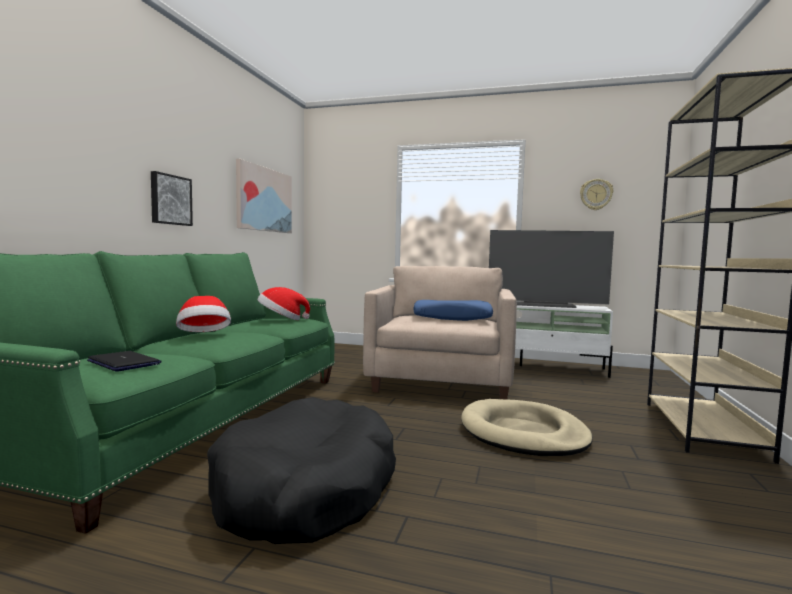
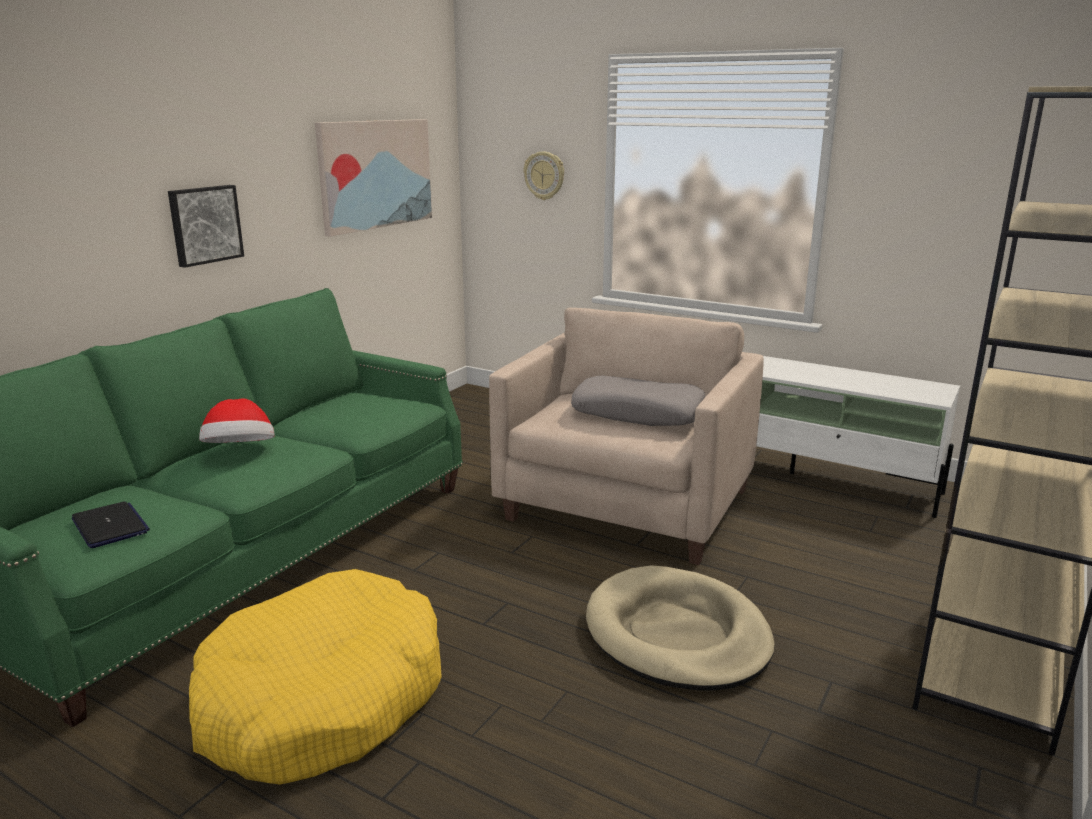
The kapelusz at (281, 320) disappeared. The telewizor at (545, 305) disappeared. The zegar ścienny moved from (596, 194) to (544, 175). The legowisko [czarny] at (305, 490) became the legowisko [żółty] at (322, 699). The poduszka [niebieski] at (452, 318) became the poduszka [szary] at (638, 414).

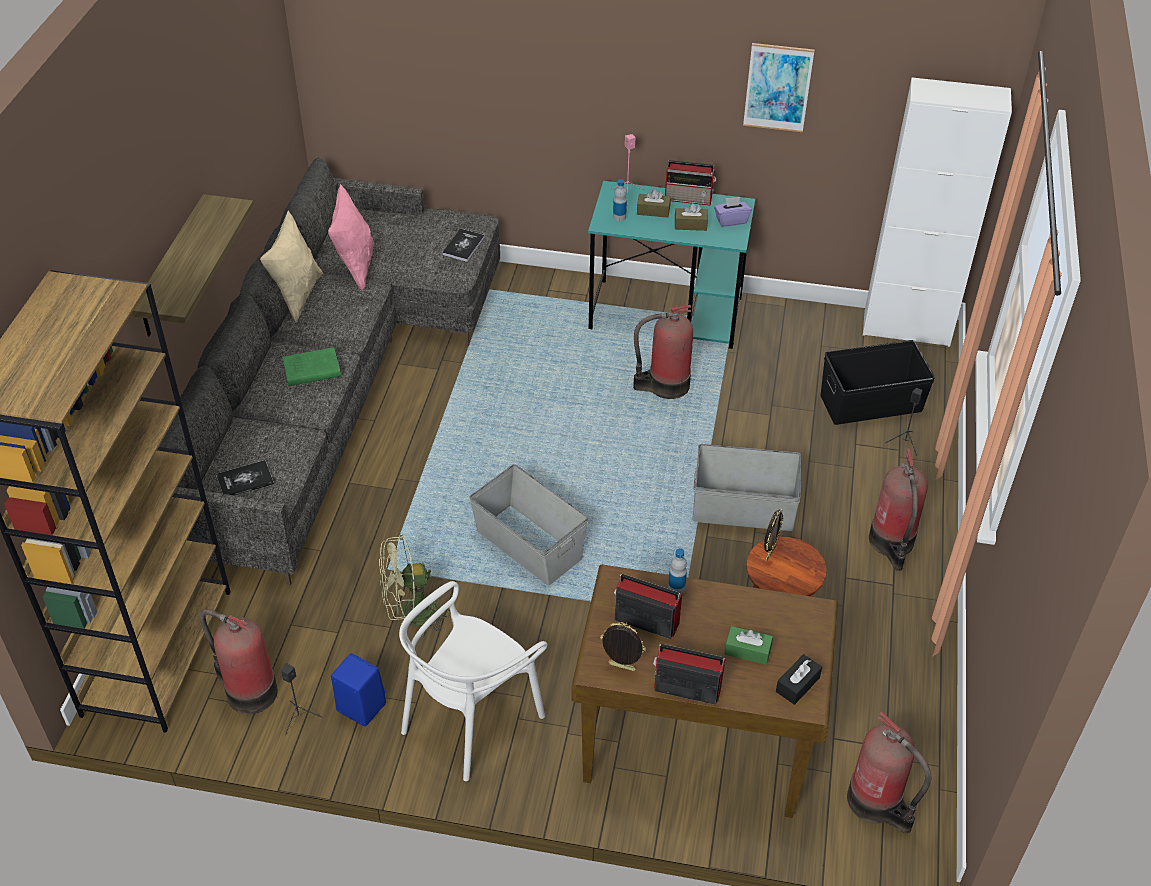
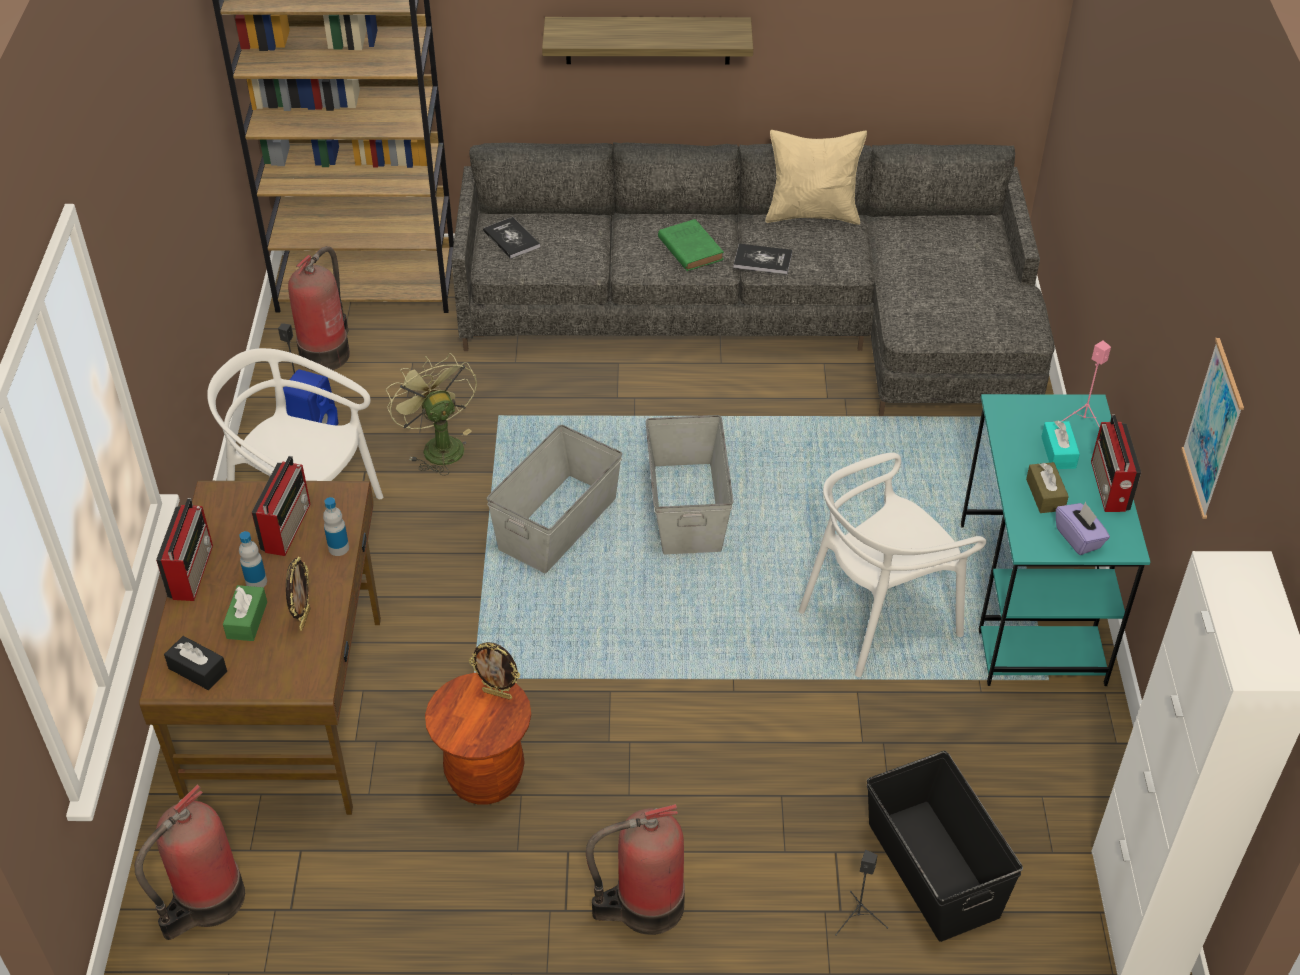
The poduszka [różowy] at (355, 266) disappeared. The książka moved from (463, 246) to (762, 260). The ramka na zdjęcie moved from (621, 668) to (304, 619). The butelka moved from (619, 217) to (256, 582). The pojemnik do przechowywania [szary] moved from (742, 508) to (688, 508). The gaśnica at (665, 386) was replaced by the krzesło [biały] at (878, 618). The pudełko chusteczek [brązowy] at (653, 211) became the pudełko chusteczek [turkusowy] at (1058, 452).

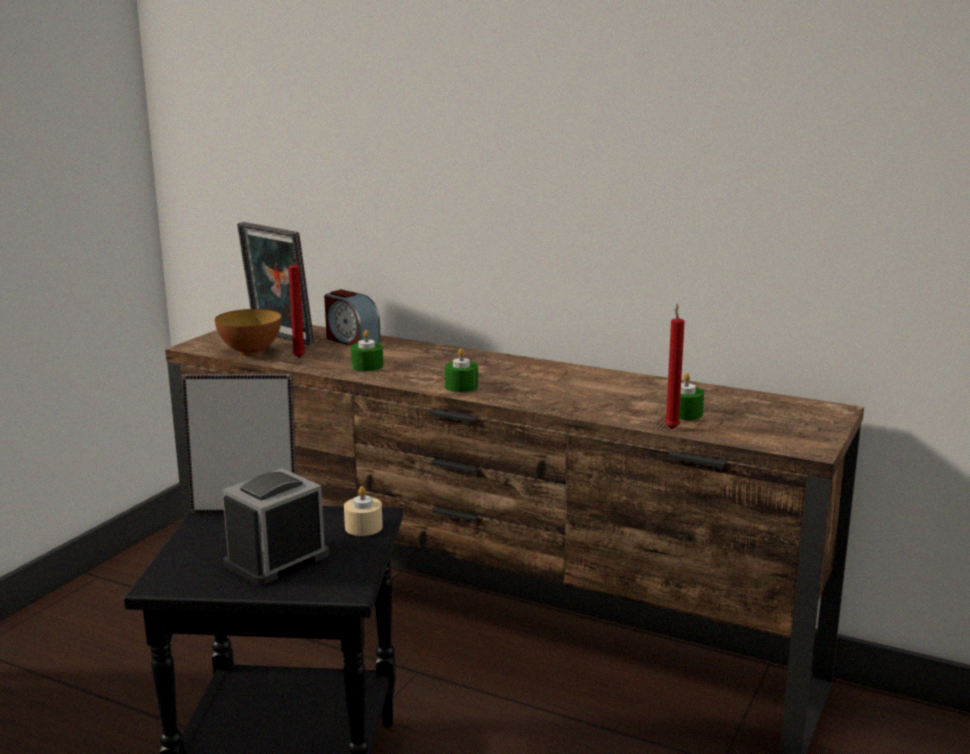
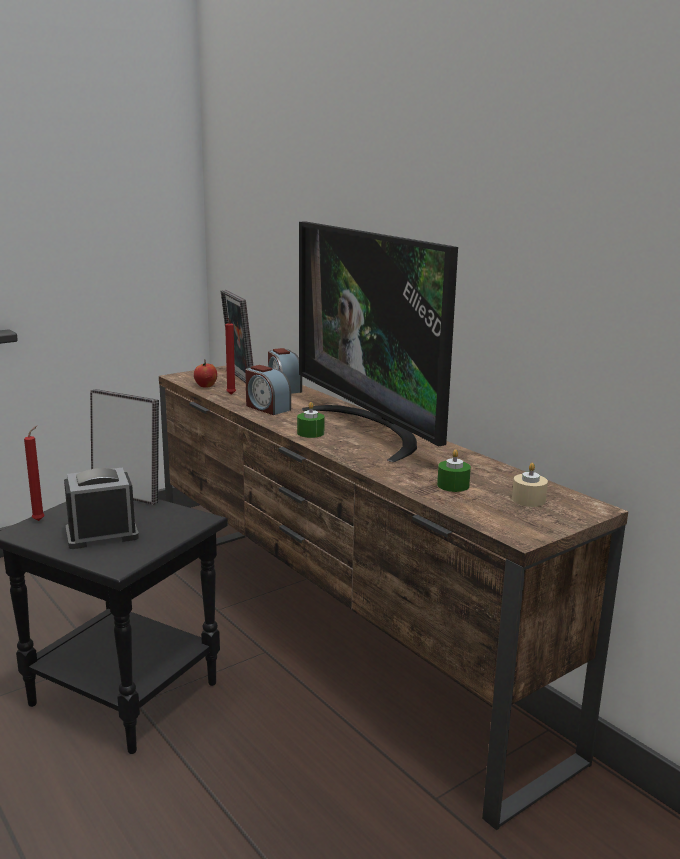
The telewizor at (372, 429) appeared. The świeca [beżowy] moved from (363, 527) to (528, 500). The świeca [czerwony] moved from (672, 428) to (40, 520). The miska at (250, 352) was replaced by the jabłko at (205, 386). The świeca [zielony] at (367, 366) was replaced by the budzik at (267, 408).

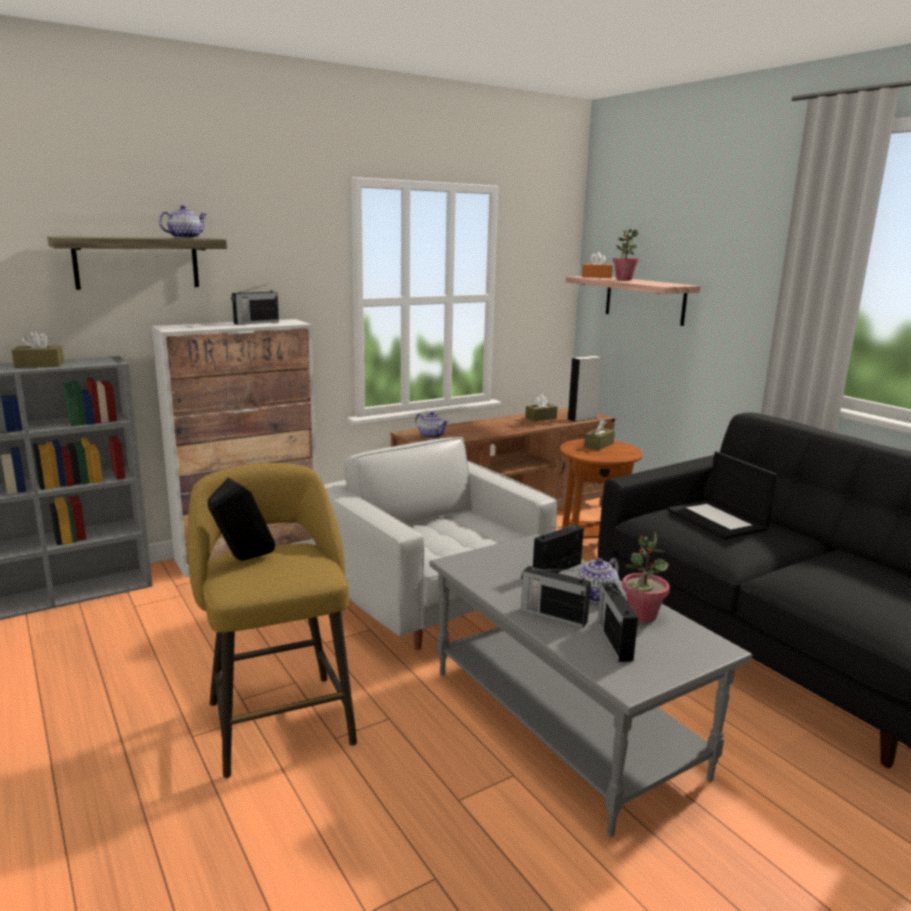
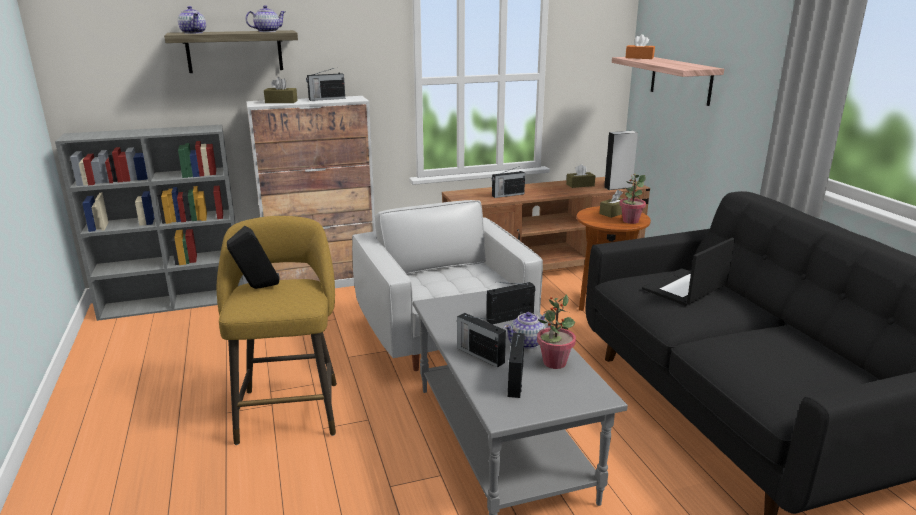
The radio at (507, 195) appeared. The pudełko chusteczek [brązowy] moved from (39, 365) to (281, 102). The imbryk moved from (431, 436) to (193, 33). The roślina doniczkowa moved from (623, 279) to (630, 221). The laptop at (718, 520) turned 60 degrees clockwise.

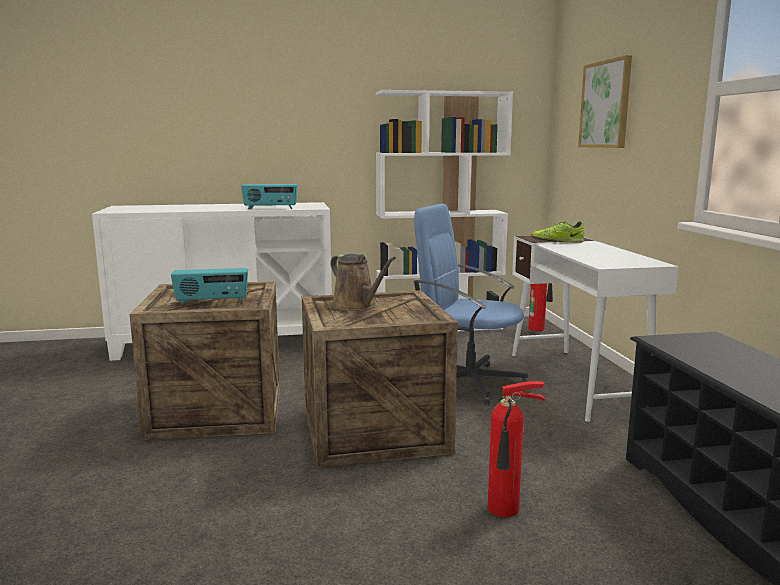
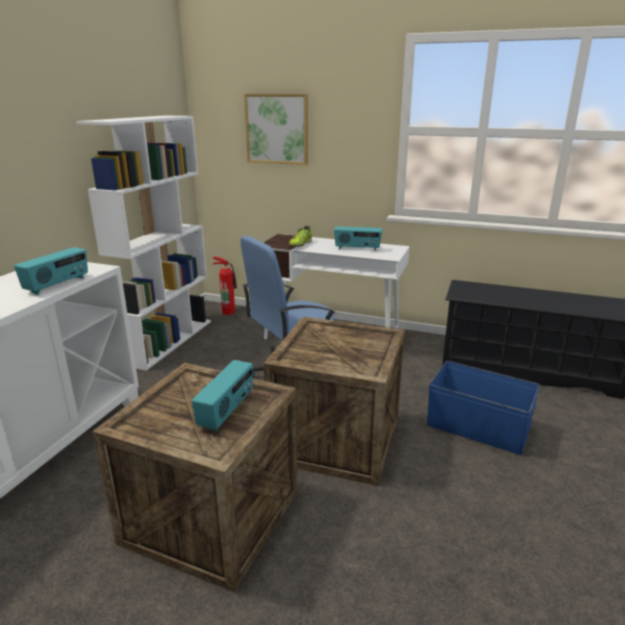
The konewka [brązowy] at (357, 305) disappeared. The radio at (357, 248) appeared. The gaśnica at (506, 510) was replaced by the pojemnik do przechowywania [niebieski] at (477, 428).

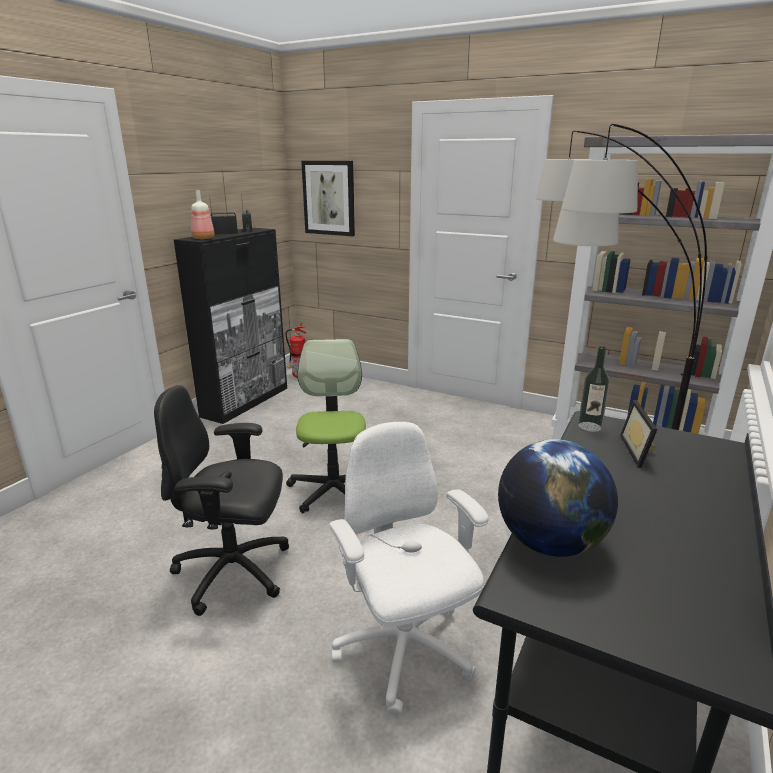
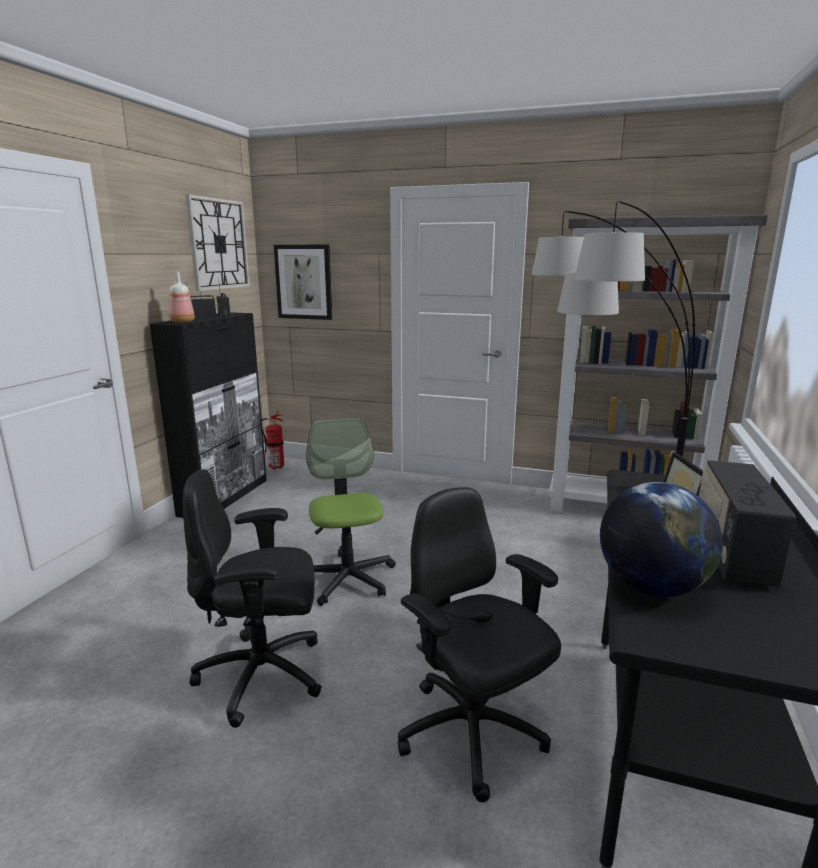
The butelka at (589, 427) disappeared. The zegar ścienny at (218, 244) appeared. The radio at (730, 553) appeared. The krzesło biurowe [biały] at (404, 652) became the krzesło biurowe [czarny] at (472, 735).

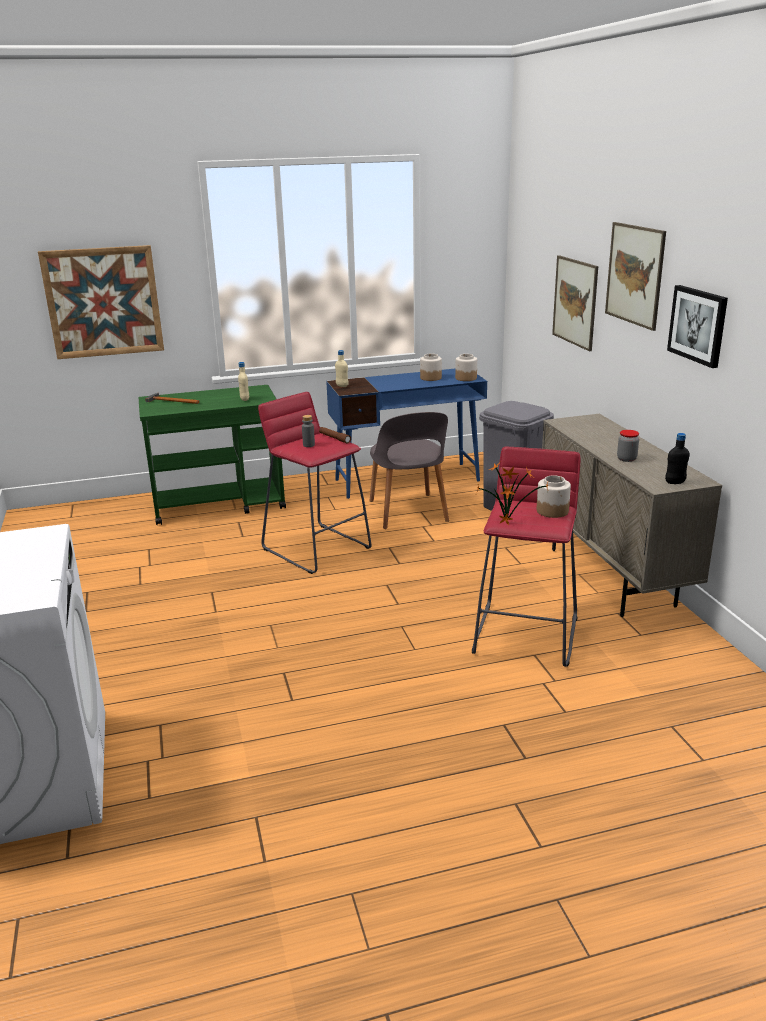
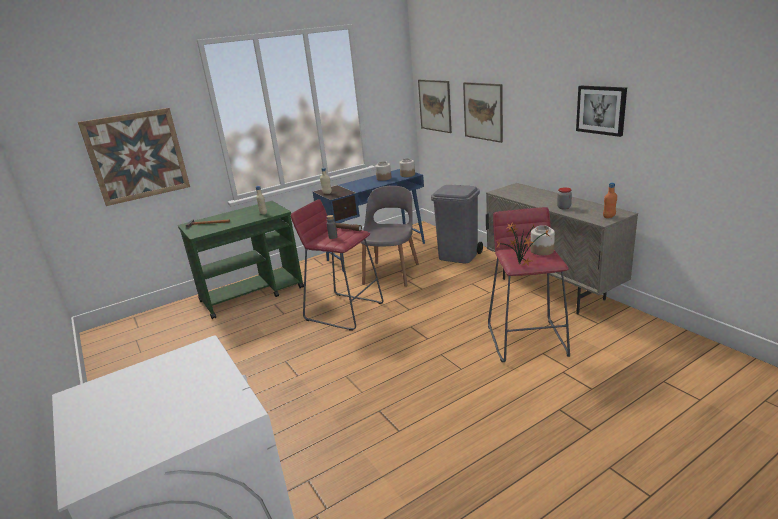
The obraz moved from (634, 274) to (435, 105). The butelka [czarny] at (675, 482) became the butelka [pomarańczowy] at (609, 217). The krzesło [szary] at (408, 512) turned 135 degrees counterclockwise.

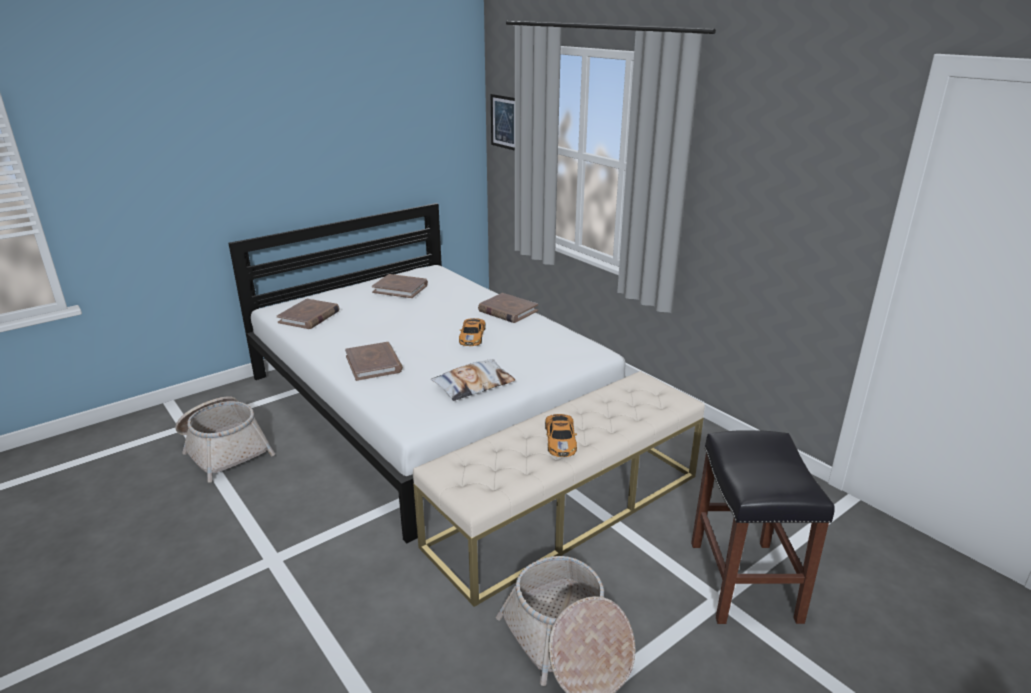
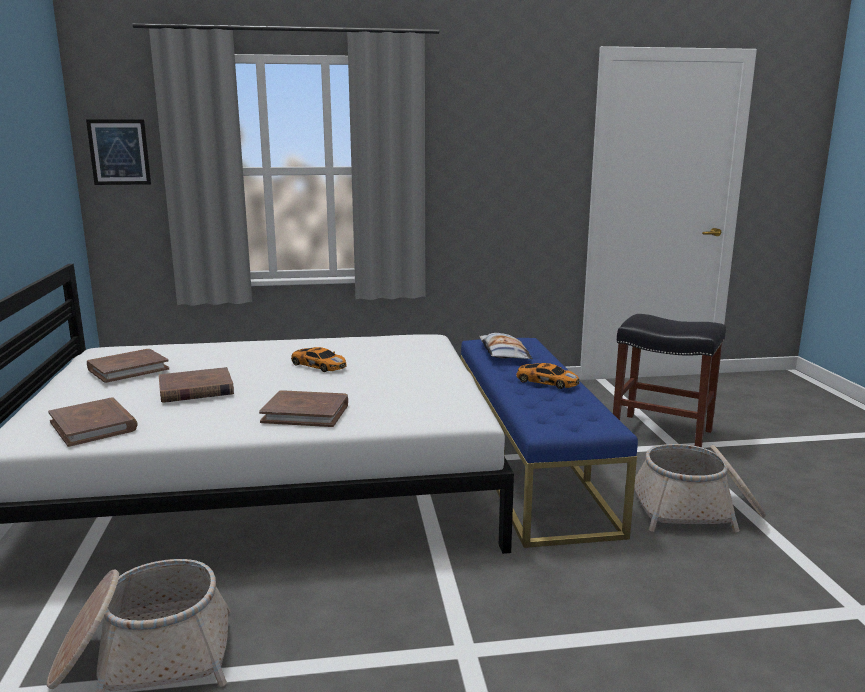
The poduszka moved from (473, 385) to (503, 353). The książka [brązowy] moved from (507, 311) to (196, 389). The ławka [beżowy] at (566, 509) became the ławka [niebieski] at (529, 465).

